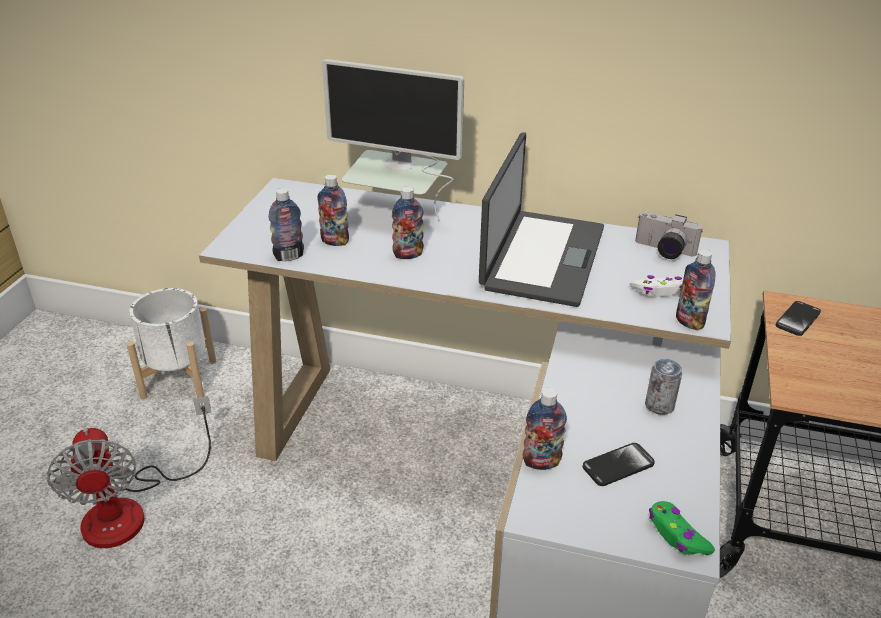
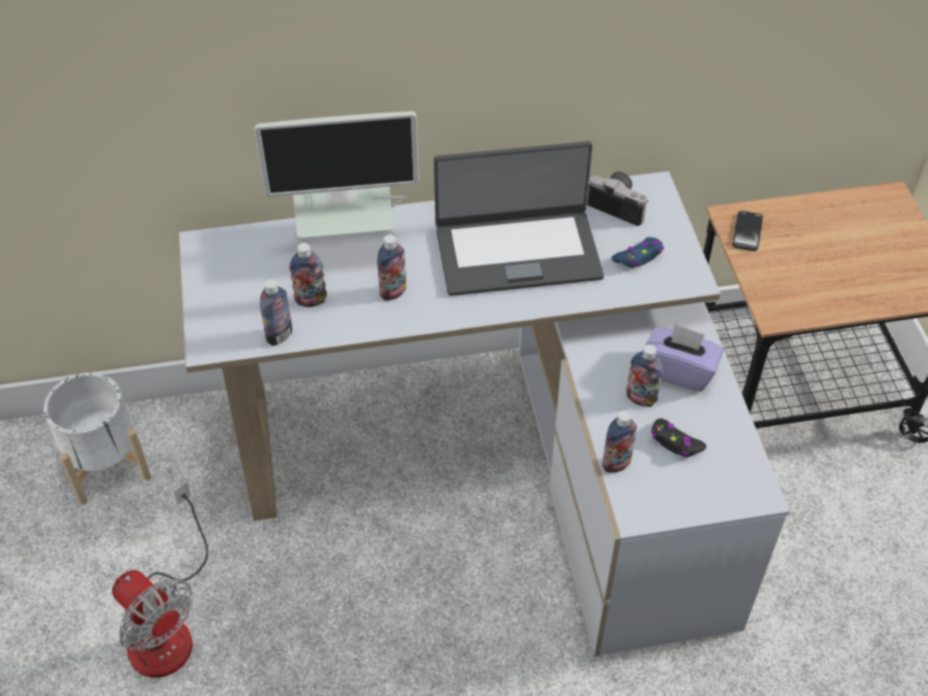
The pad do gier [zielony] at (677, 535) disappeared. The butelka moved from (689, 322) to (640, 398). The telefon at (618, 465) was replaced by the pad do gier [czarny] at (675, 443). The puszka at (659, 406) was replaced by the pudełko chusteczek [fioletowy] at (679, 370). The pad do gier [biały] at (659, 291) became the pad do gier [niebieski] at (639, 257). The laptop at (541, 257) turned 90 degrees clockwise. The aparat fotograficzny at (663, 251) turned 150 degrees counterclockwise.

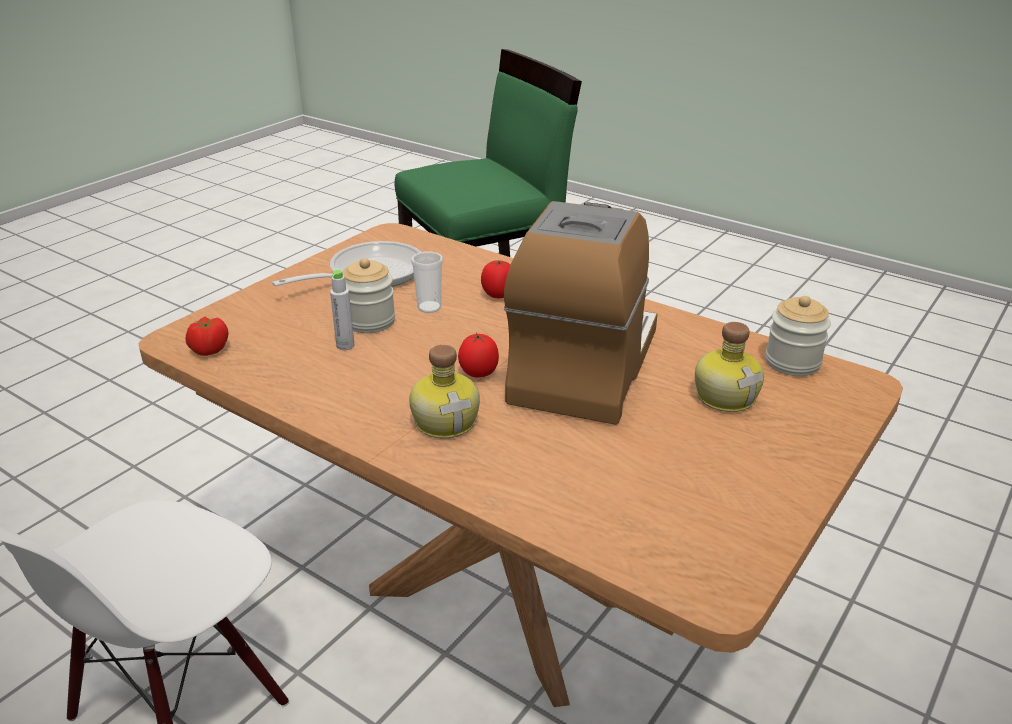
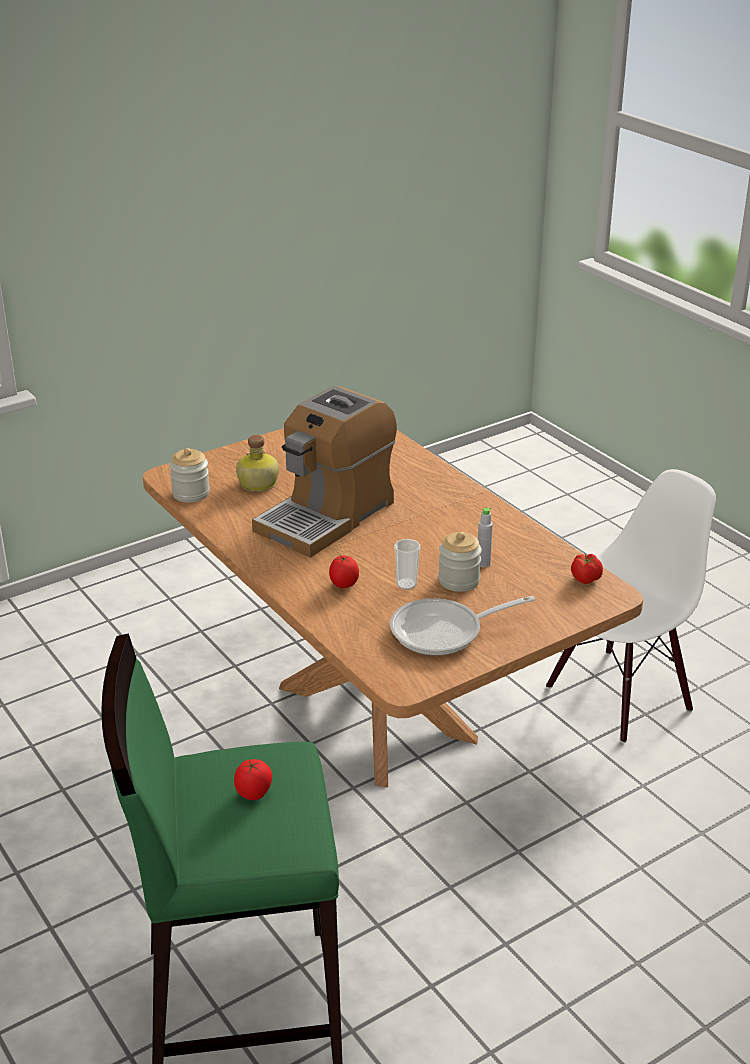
The butelka at (446, 421) disappeared. The pomidor moved from (478, 374) to (254, 793).

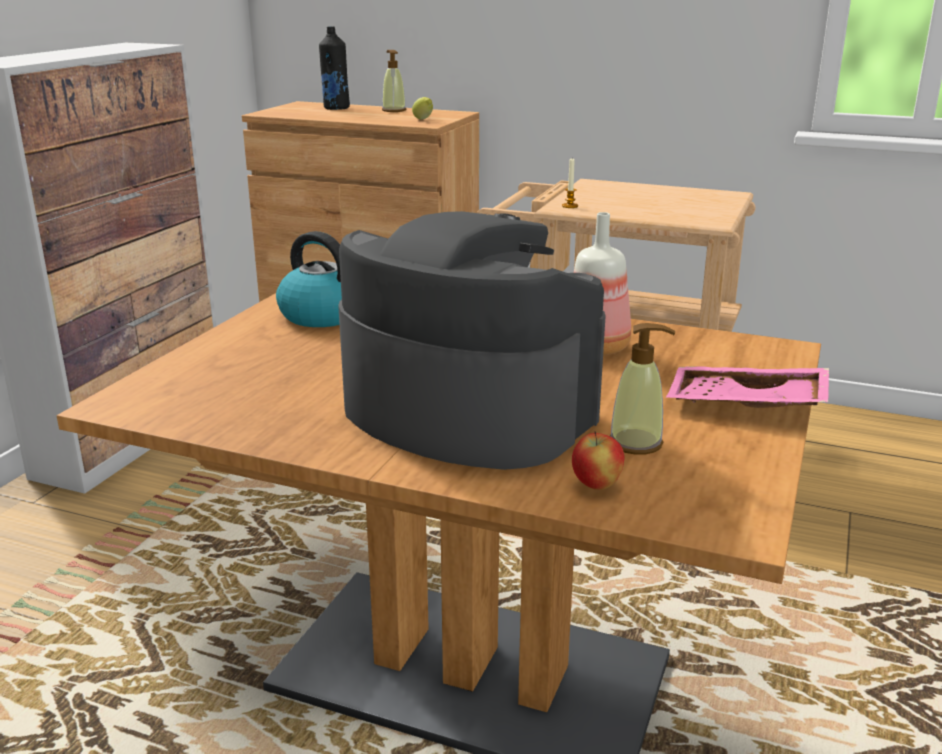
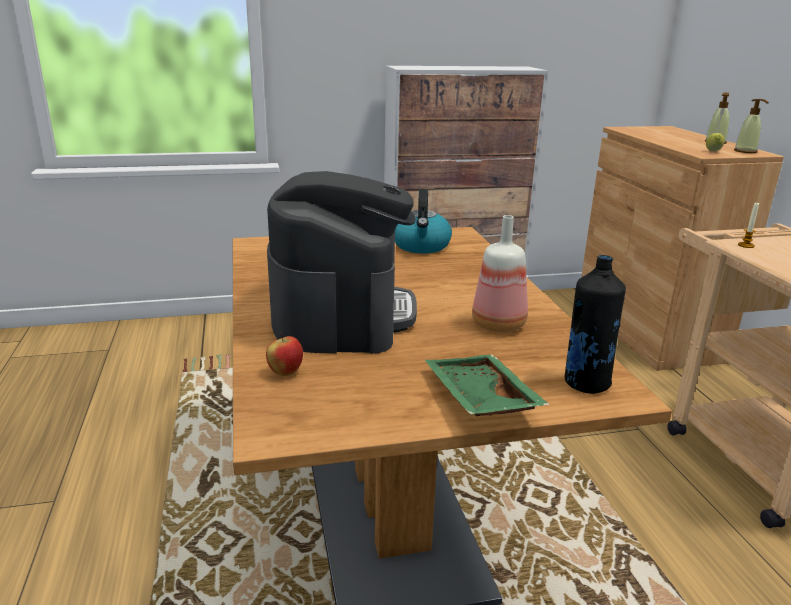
The butelka [czarny] moved from (336, 108) to (586, 383). The dozownik mydła moved from (636, 443) to (745, 151). The taca [różowy] at (745, 405) became the taca [zielony] at (477, 399).

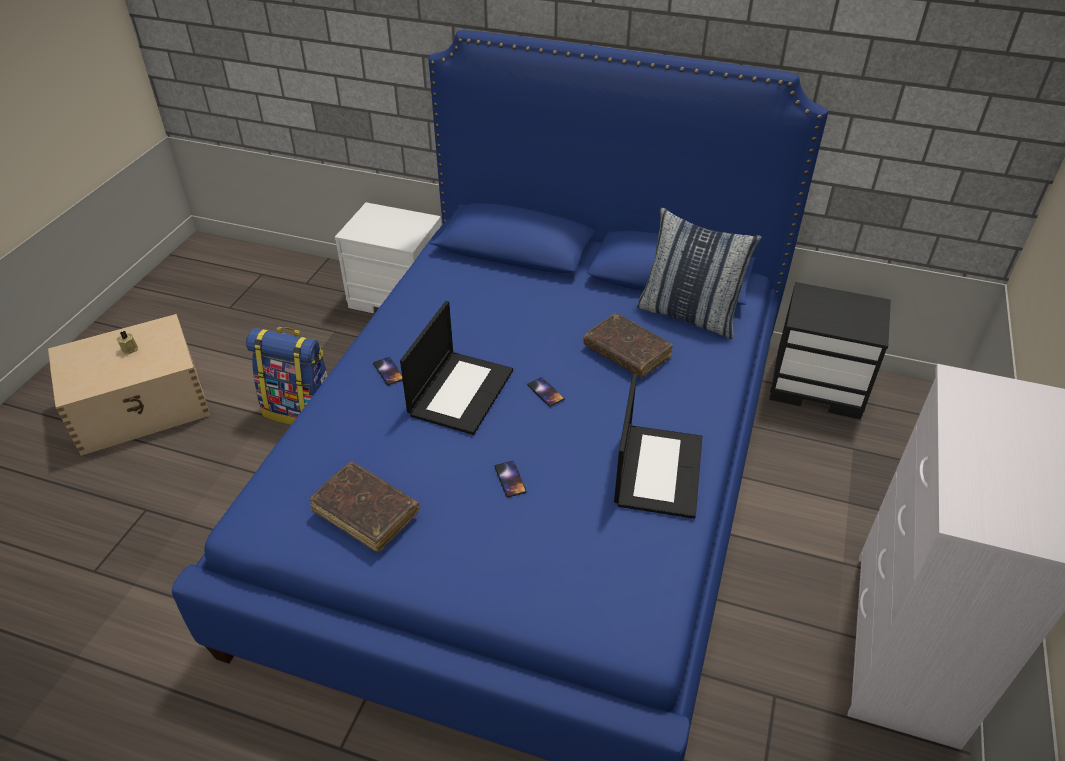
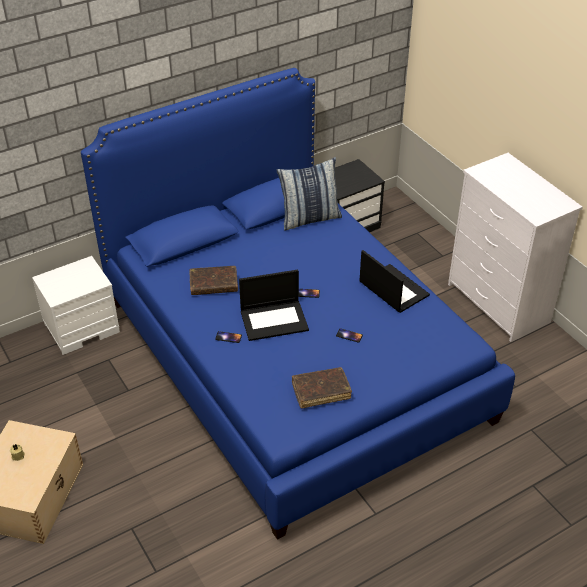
The plecak at (301, 410) disappeared. The książka [brązowy] moved from (627, 352) to (214, 285). The laptop at (460, 391) turned 105 degrees clockwise.

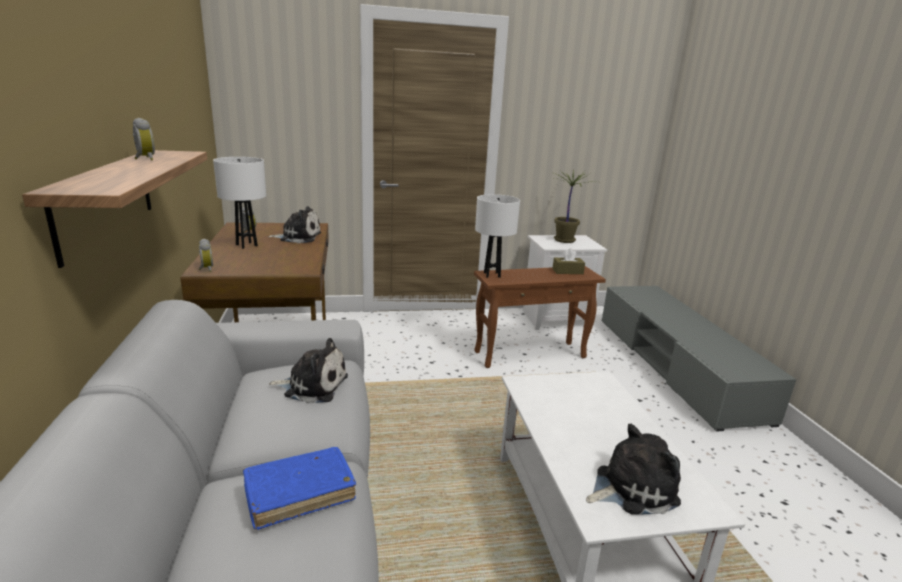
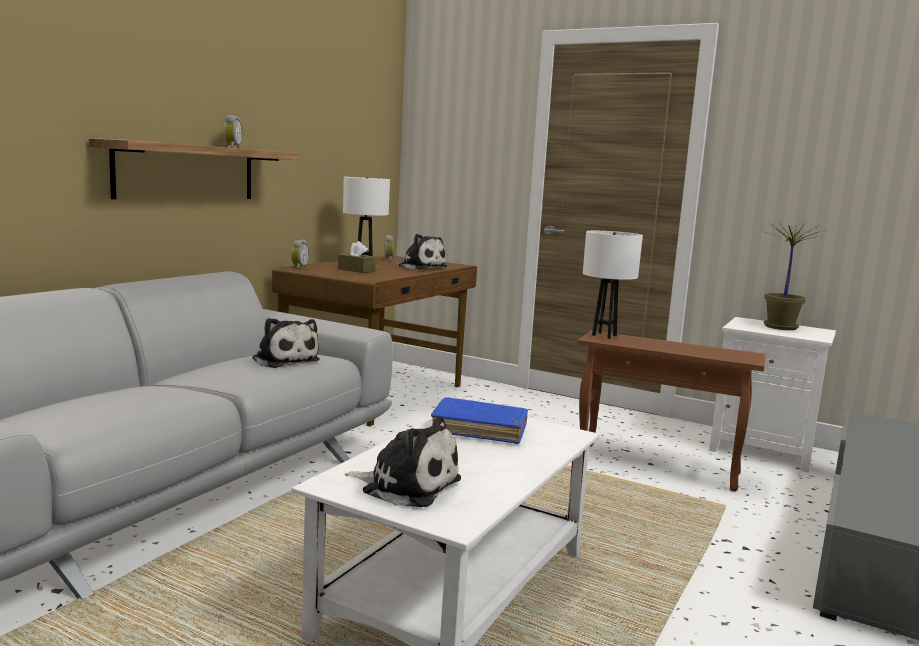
The książka [niebieski] moved from (300, 493) to (479, 430). The pudełko chusteczek [brązowy] moved from (567, 271) to (356, 270).

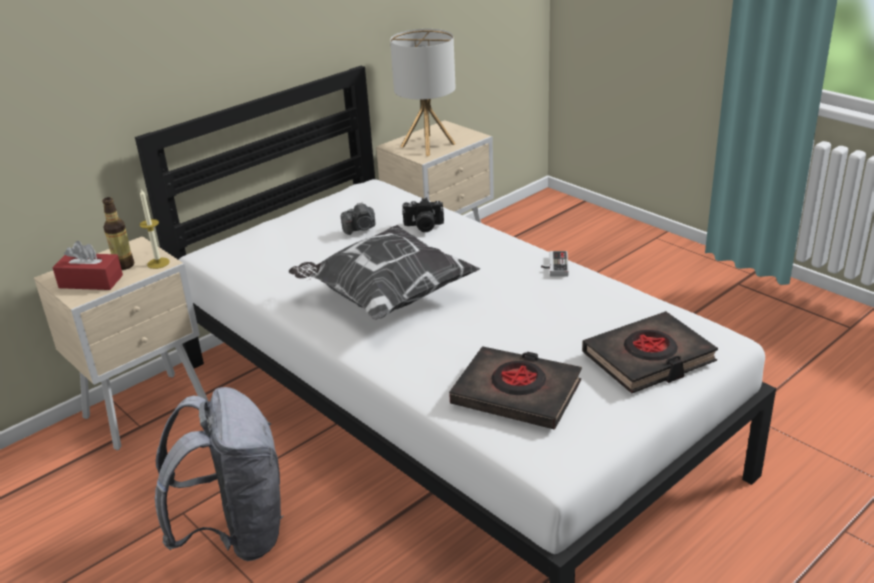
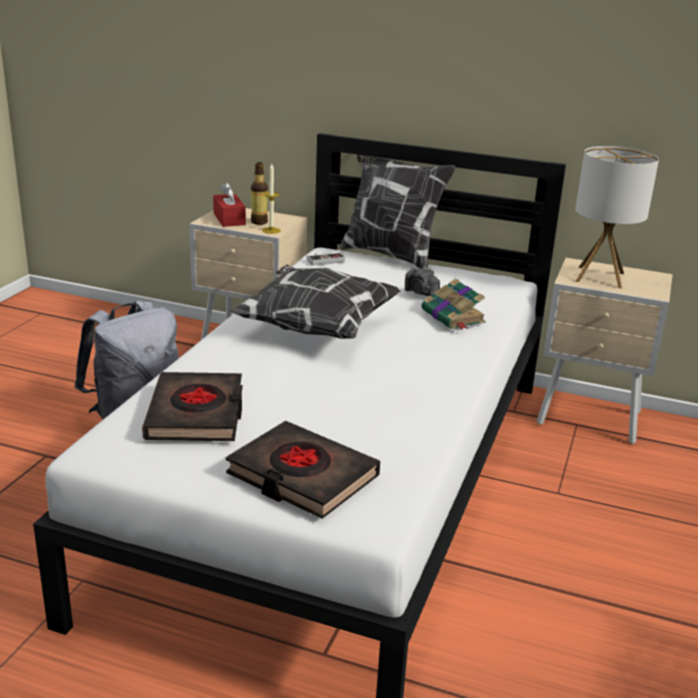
The poduszka at (389, 255) appeared. The pad do gier moved from (554, 266) to (324, 260). The aparat fotograficzny at (423, 227) was replaced by the książka at (453, 317).

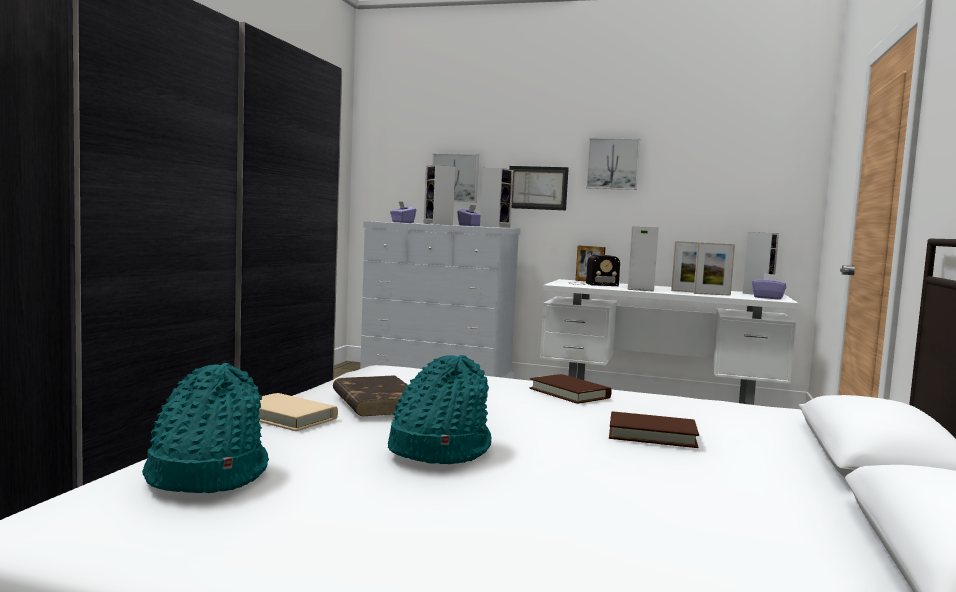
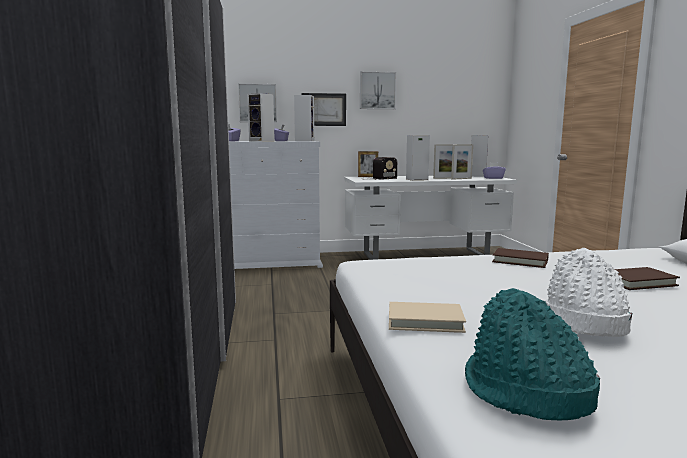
The książka [brązowy] at (376, 401) disappeared. The kapelusz [turkusowy] at (438, 449) became the kapelusz [biały] at (581, 323).

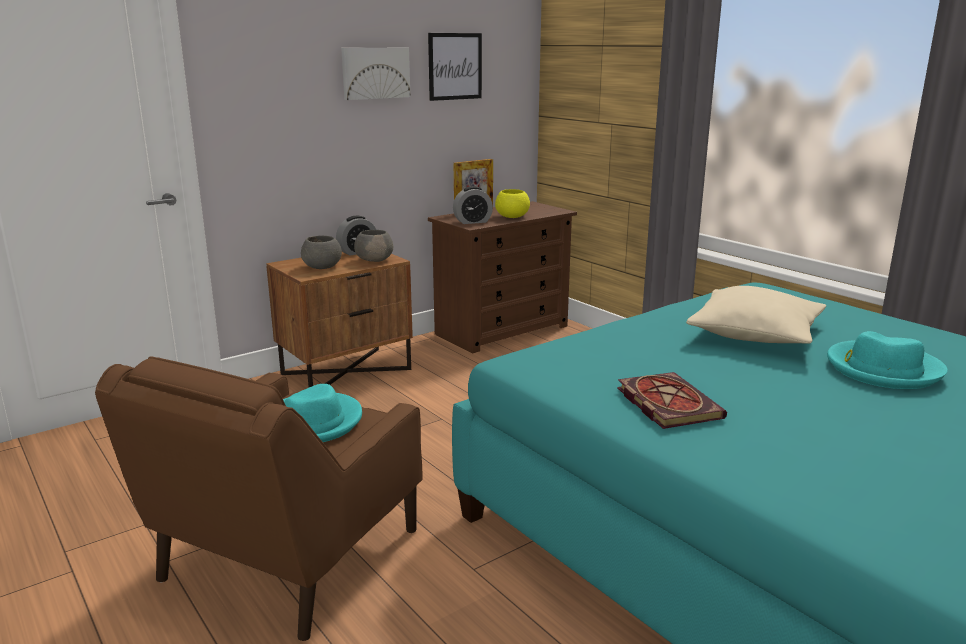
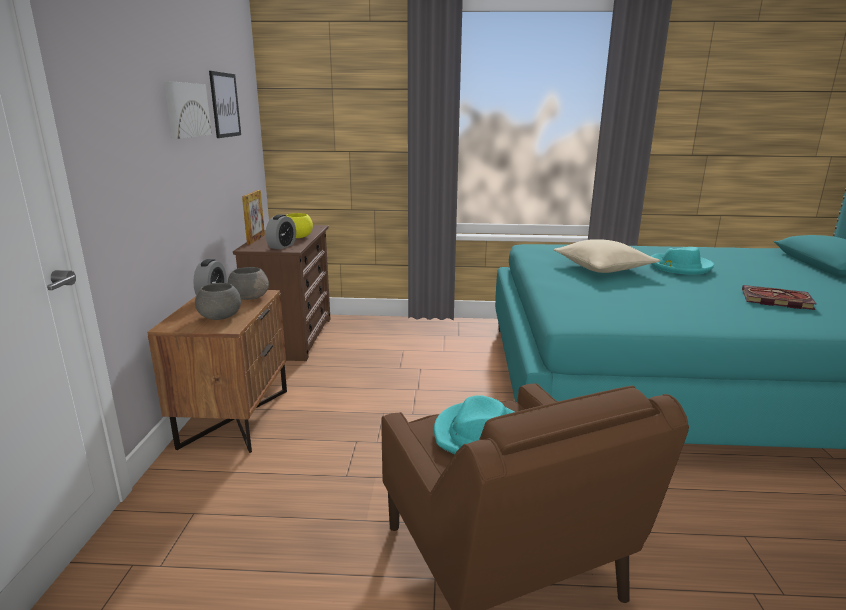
The książka moved from (665, 403) to (774, 300).

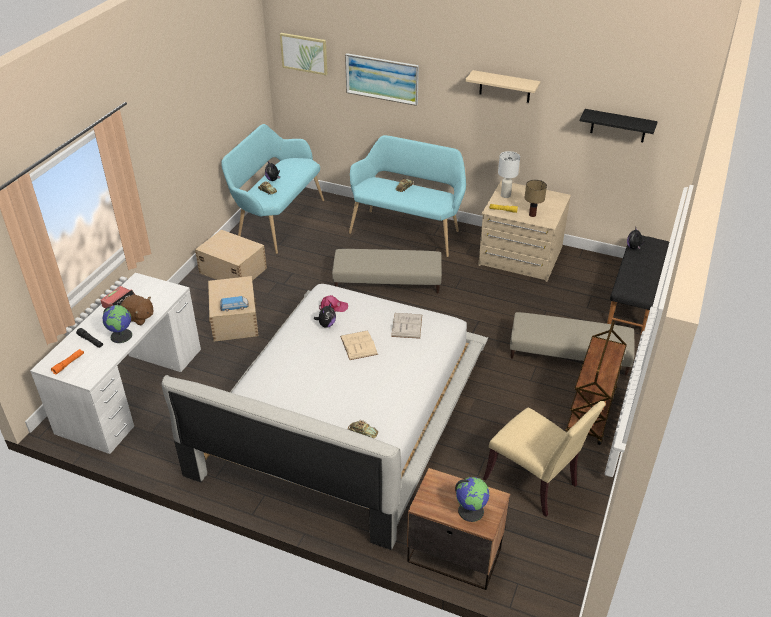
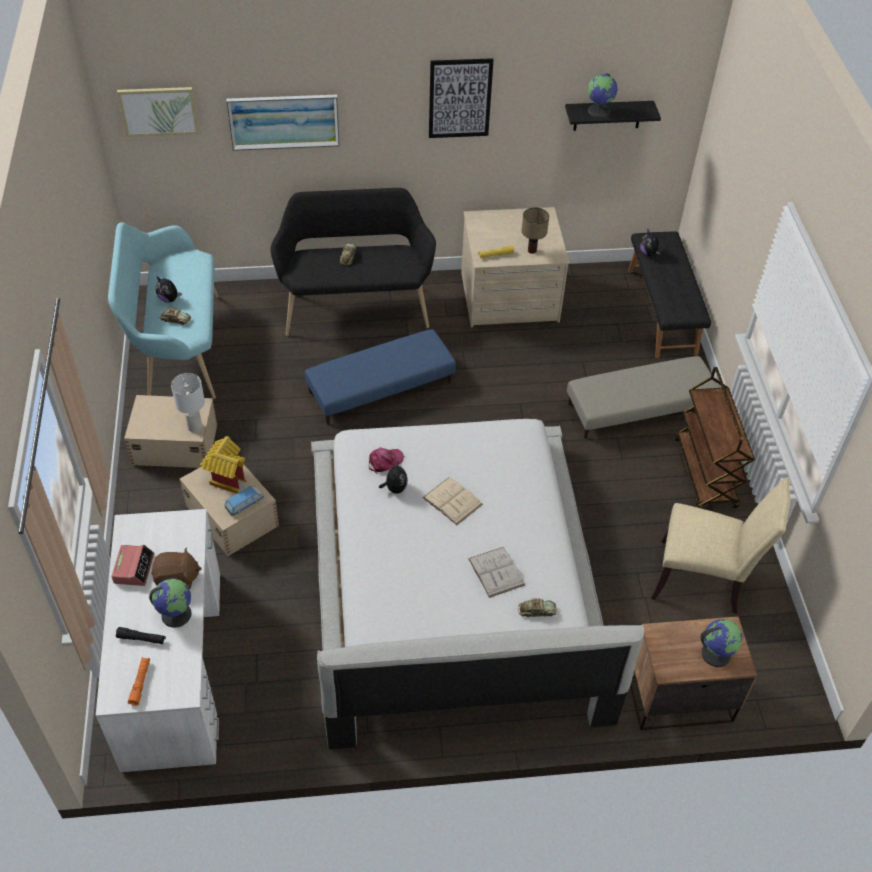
The domek at (226, 478) appeared. The globus at (599, 111) appeared. The książka [biały] moved from (407, 325) to (496, 572). The lampa stołowa [biały] moved from (505, 195) to (194, 427). The półka [beżowy] at (505, 86) was replaced by the obraz at (460, 98). The pufa [beżowy] at (387, 280) became the pufa [niebieski] at (380, 387). The ławka [turkusowy] at (407, 230) became the ławka [czarny] at (355, 306).

